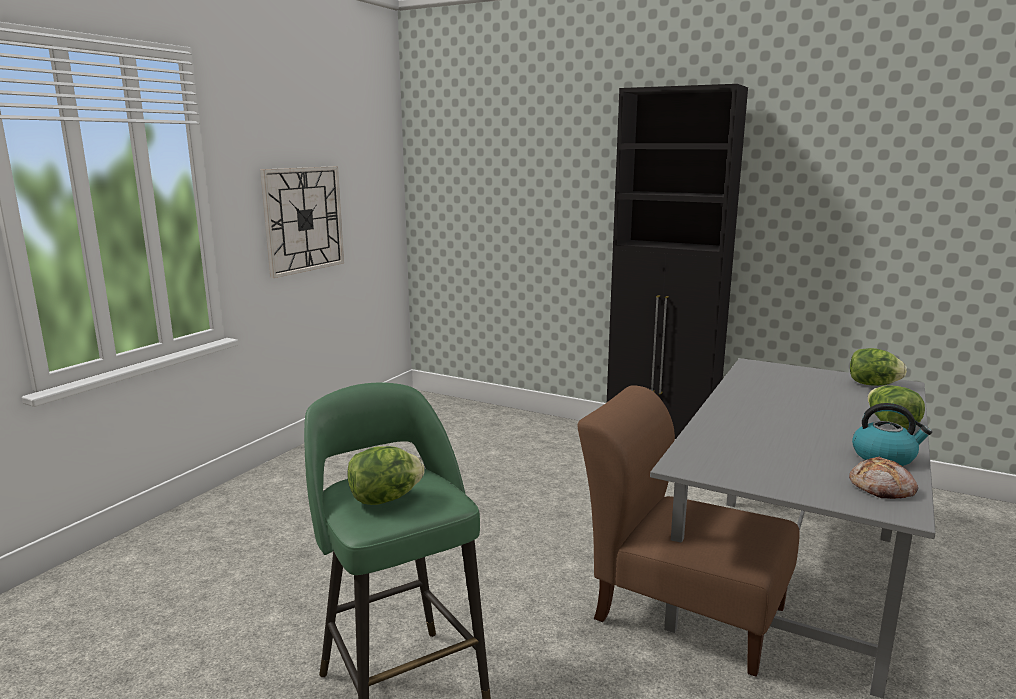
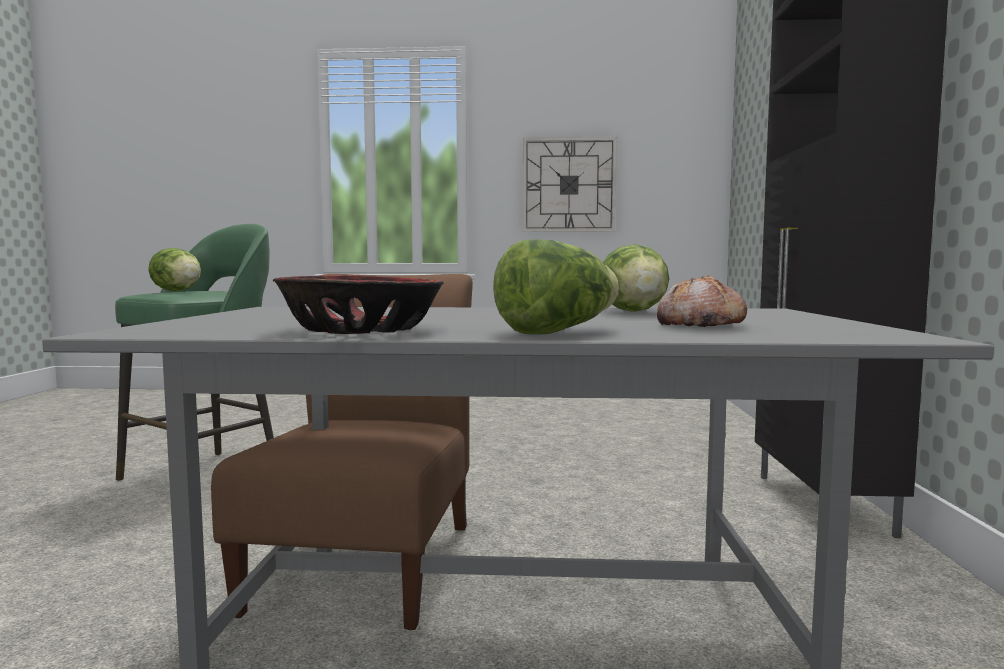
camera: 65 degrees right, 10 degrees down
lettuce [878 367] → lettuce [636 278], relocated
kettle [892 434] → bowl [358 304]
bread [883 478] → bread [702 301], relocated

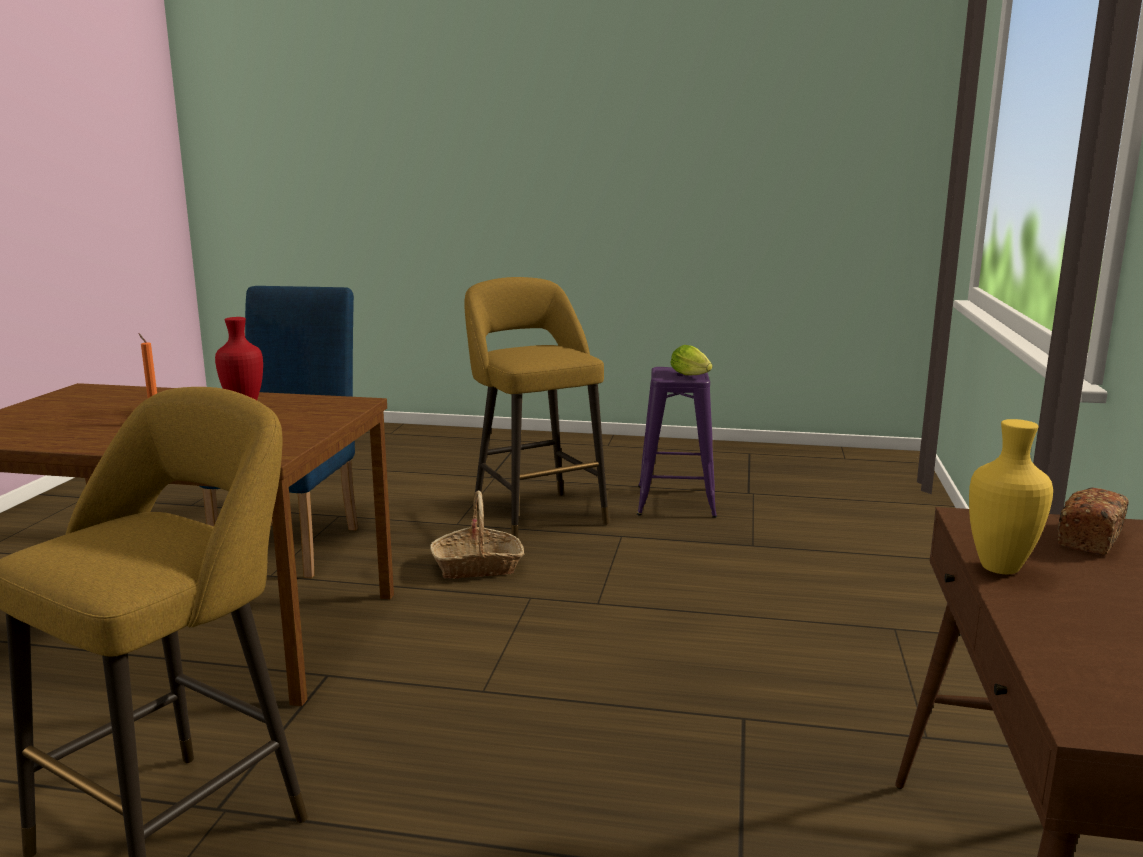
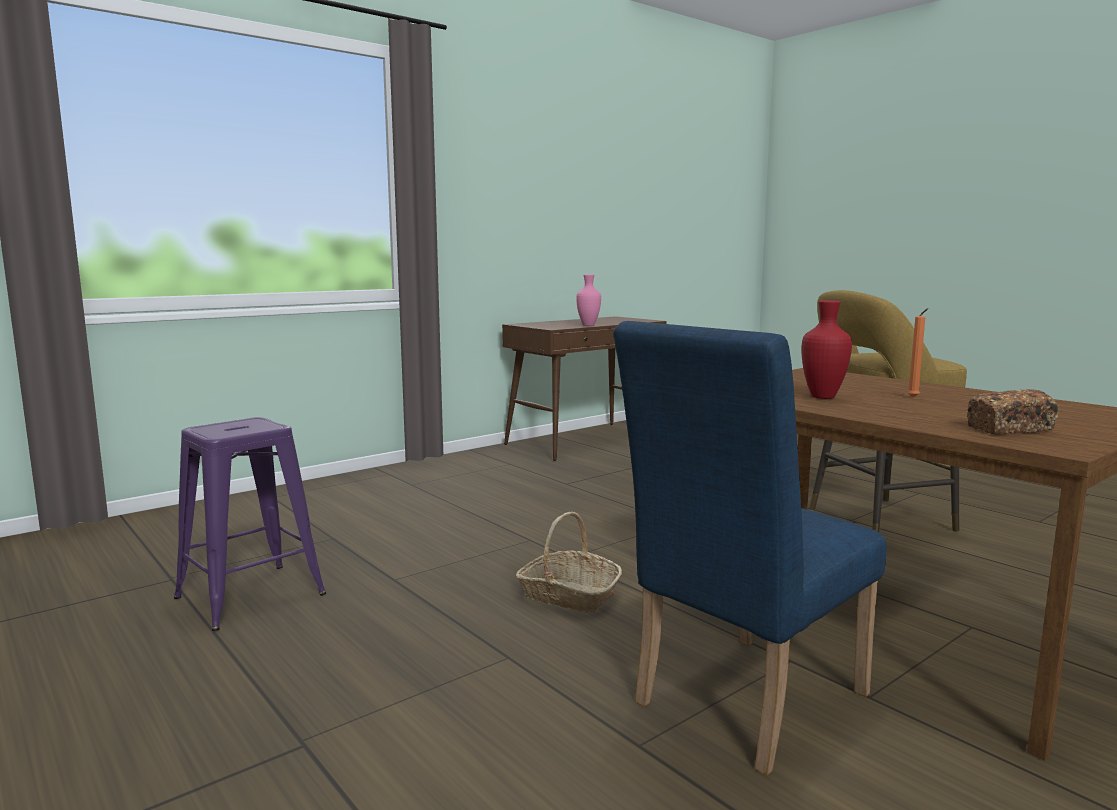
camera: 140 degrees left, 5 degrees down
yellow stool [536 407] → -
lettuce [691 360] → -
yellow vase [1011 496] → pink vase [588 300]
bread [1093 521] → bread [1013 412], relocated

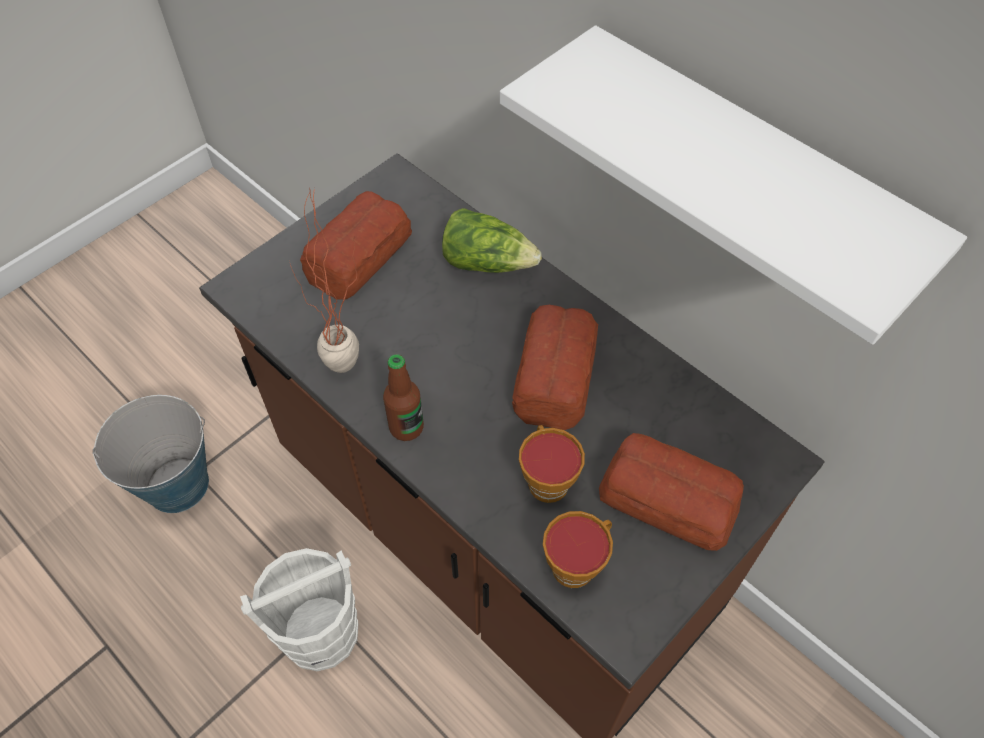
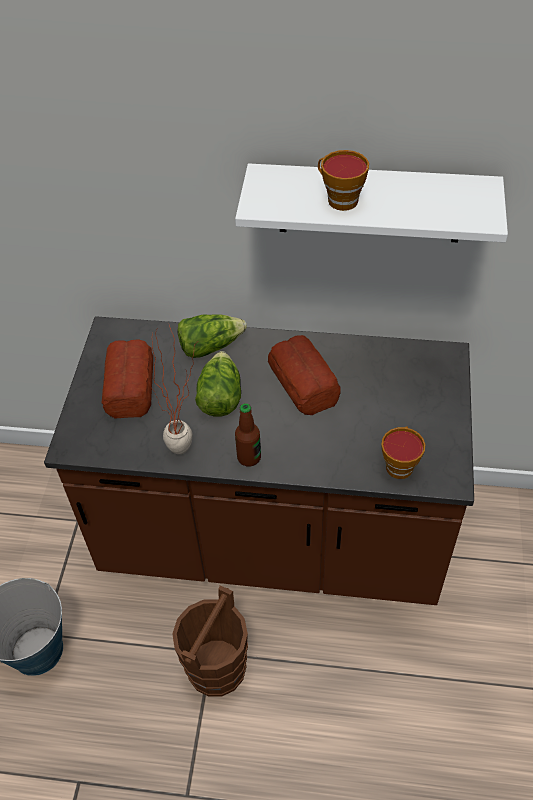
camera: 35 degrees left, 5 degrees down
cup [552 464] → cup [343 180], relocated
bread [671 492] → -
white bucket [299 609] → brown bucket [210 641]
- → lettuce [218 384]

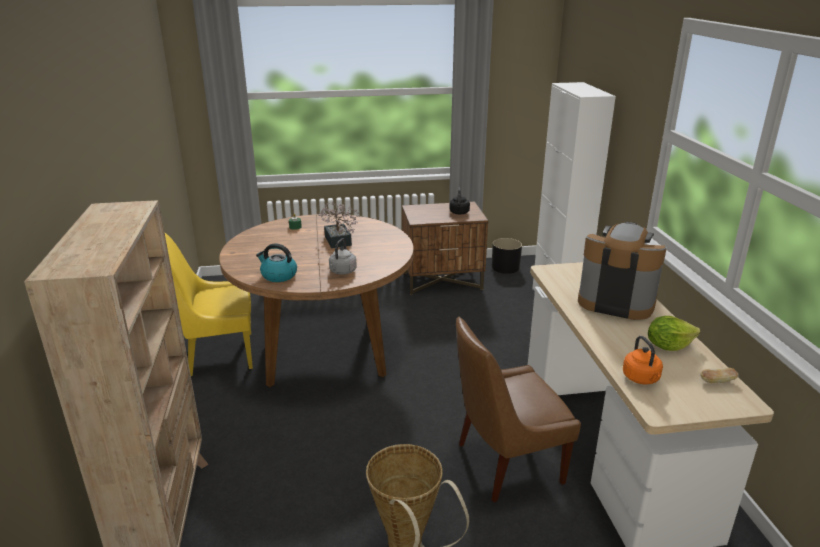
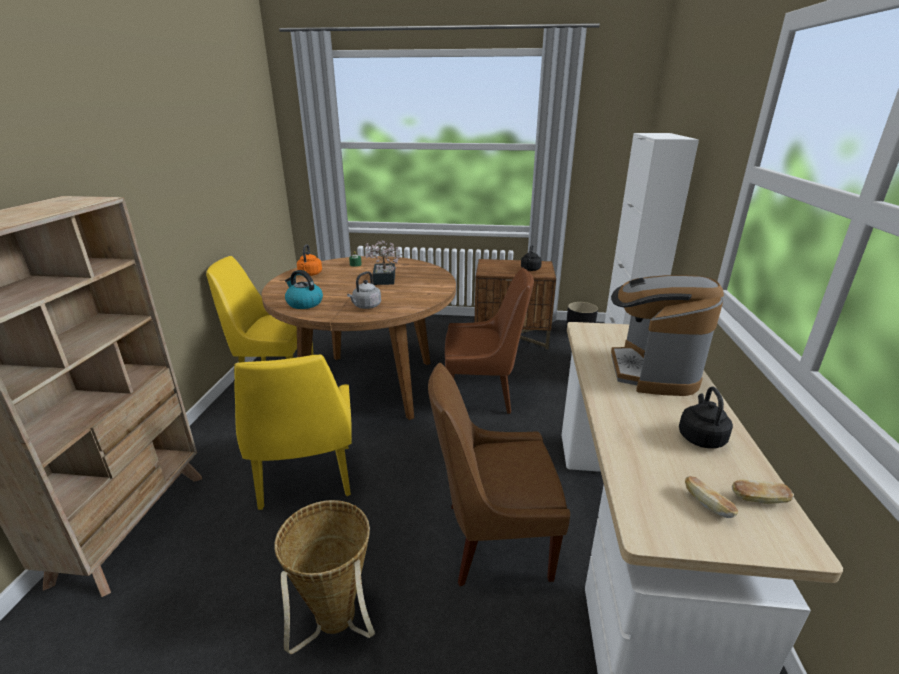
camera: 15 degrees right, 0 degrees up
coffee machine [622 271] → coffee machine [667 335], 120 degrees counterclockwise
lettuce [674 333] → black kettle [706 417]
orange kettle [643 360] → orange kettle [309 260], relocated
- → brown chair [489 341]
- → yellow chair [293 432]
- → bread [711 497]

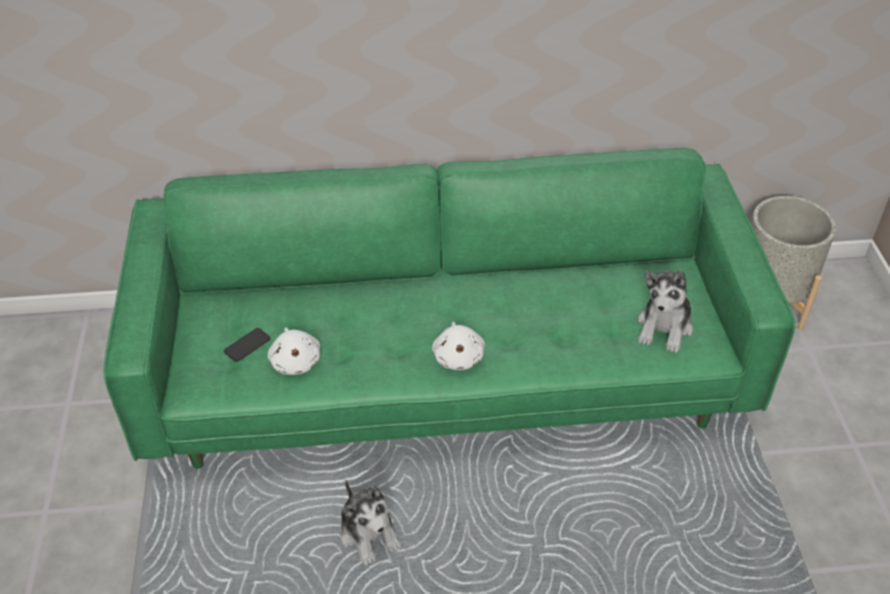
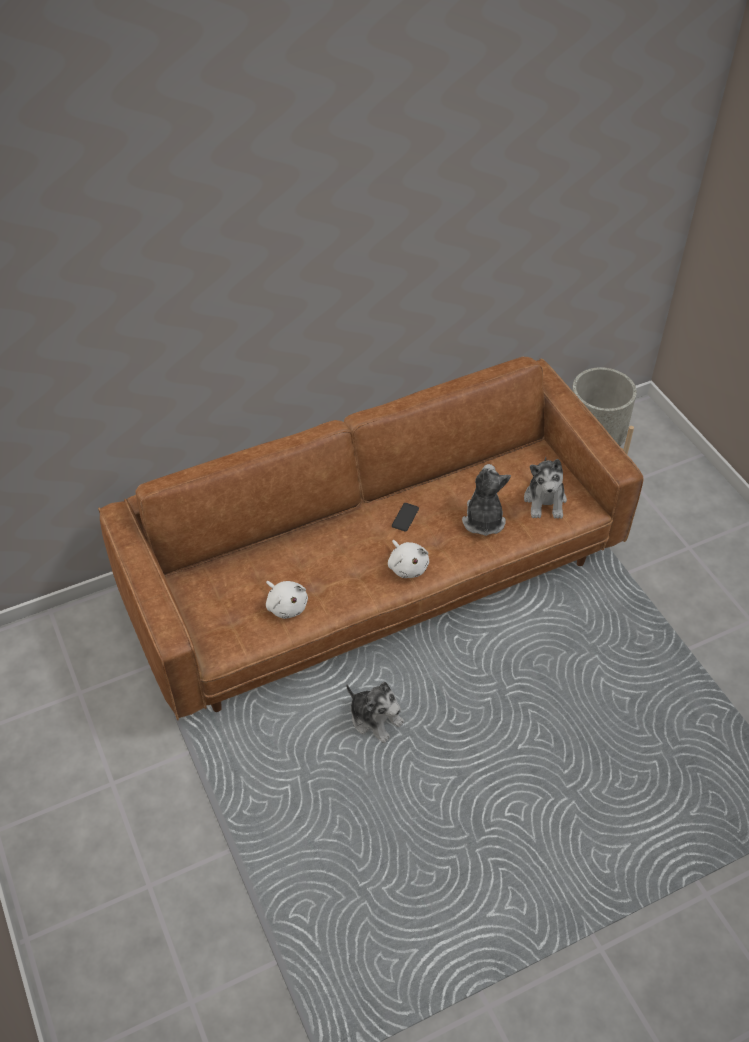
camera: 20 degrees left, 5 degrees up
green sofa [450 308] → brown sofa [370 538]
phone [247 345] → phone [405 517], relocated
- → plush toy [486 500]

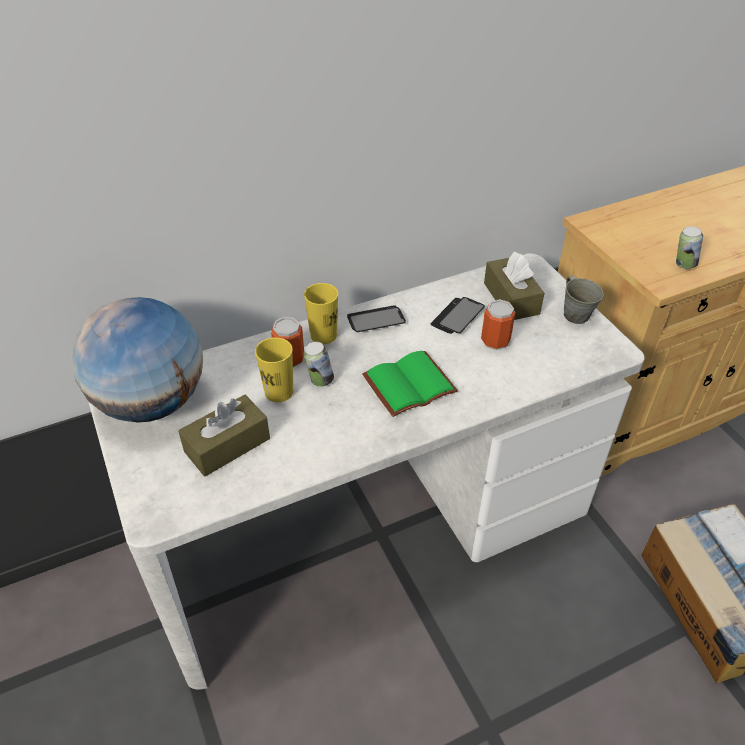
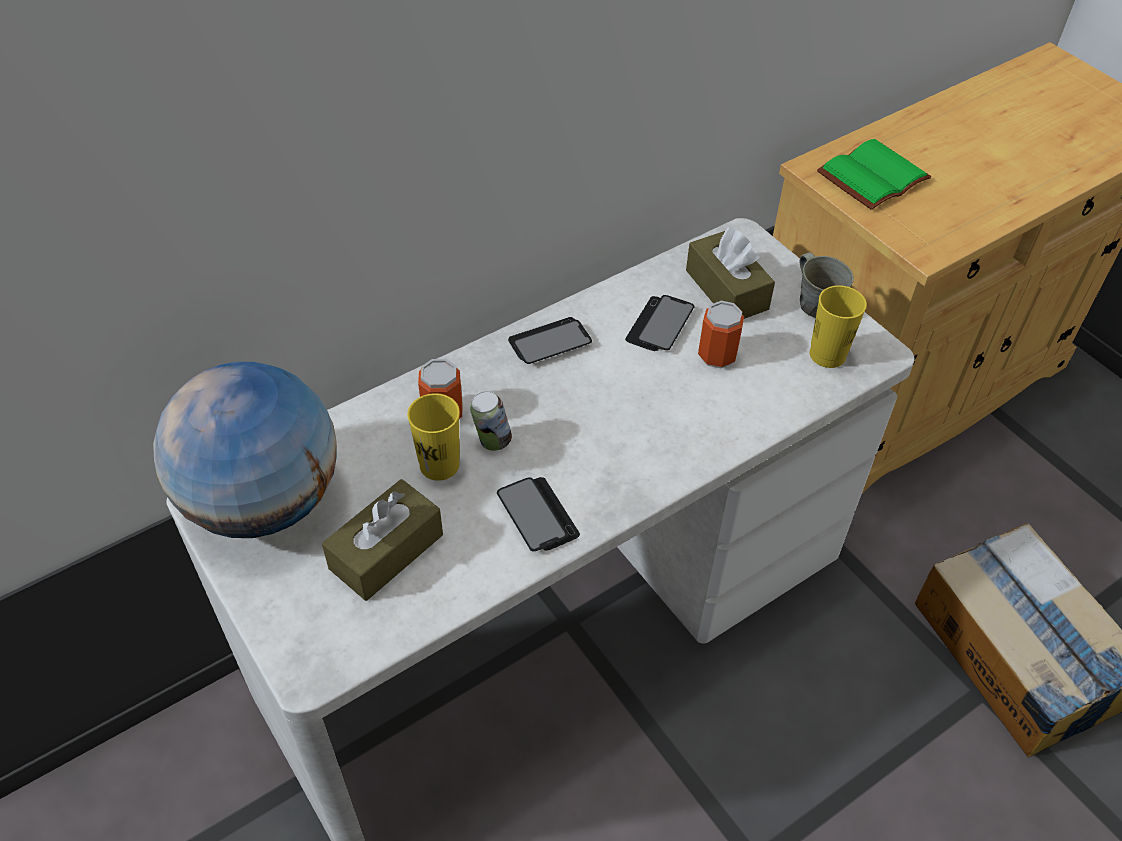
camera: 10 degrees left, 5 degrees up
can [689 247] → -
yellow cup [321 313] → yellow cup [838 326], relocated
green book [410 384] → green book [874 174], relocated
- → phone [538 514]

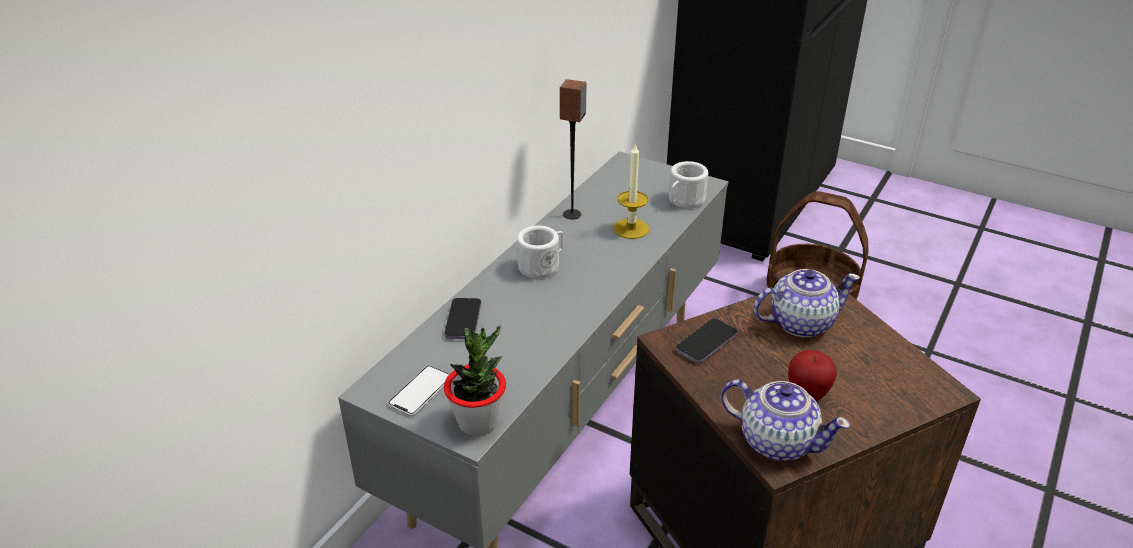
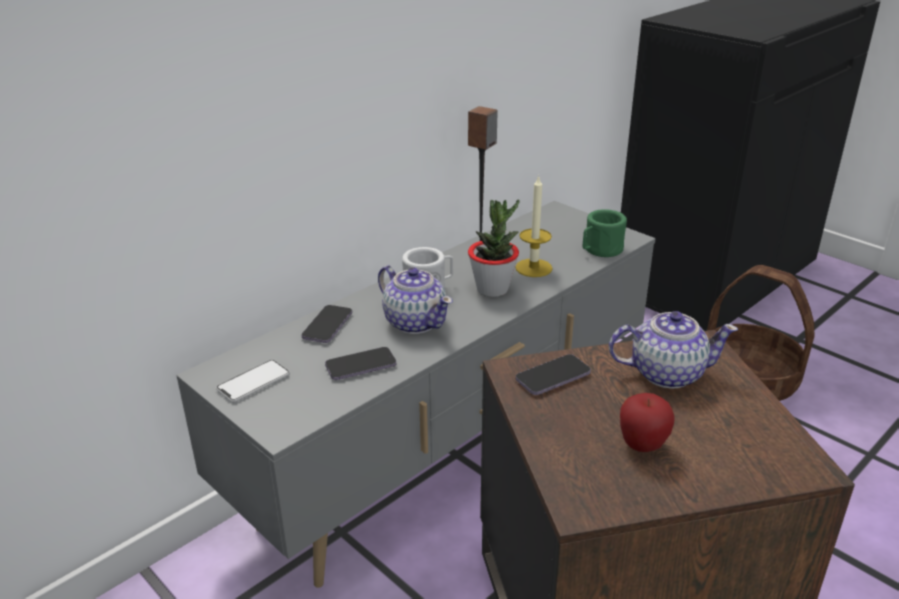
camera: 15 degrees right, 5 degrees down
white mug [688 184] → green mug [604 233]
potted plant [475 381] → potted plant [494 248], relocated
teapot [785 420] → teapot [415 299], relocated
- → phone [360 363]

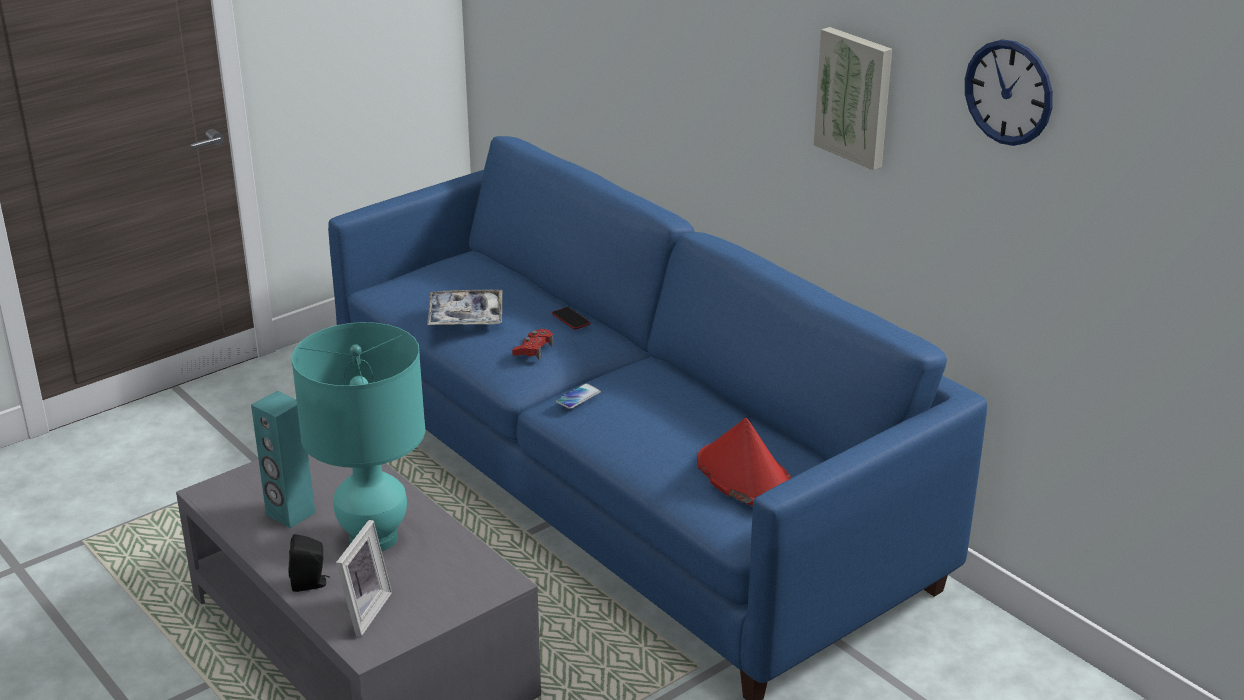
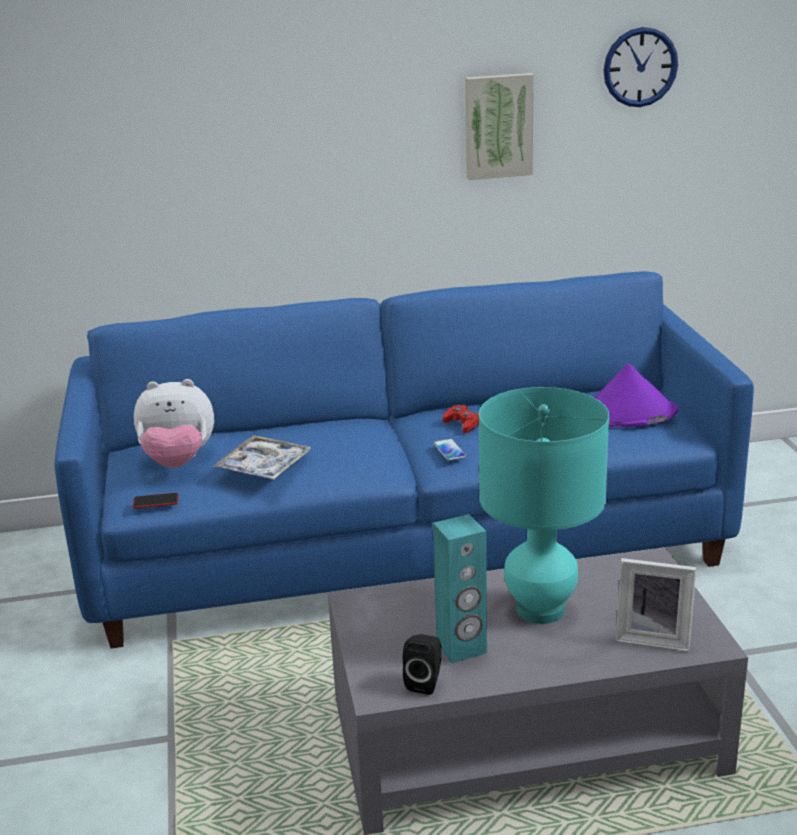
camera: 60 degrees left, 5 degrees down
phone [571 318] → phone [156 500], relocated
red game controller [533 344] → red game controller [461 419], relocated
red hat [744 462] → purple hat [636 395]
picture frame [364 578] → picture frame [656 605], 150 degrees clockwise
black speaker [309 563] → black speaker [422 664], relocated
- → plush toy [174 423]

